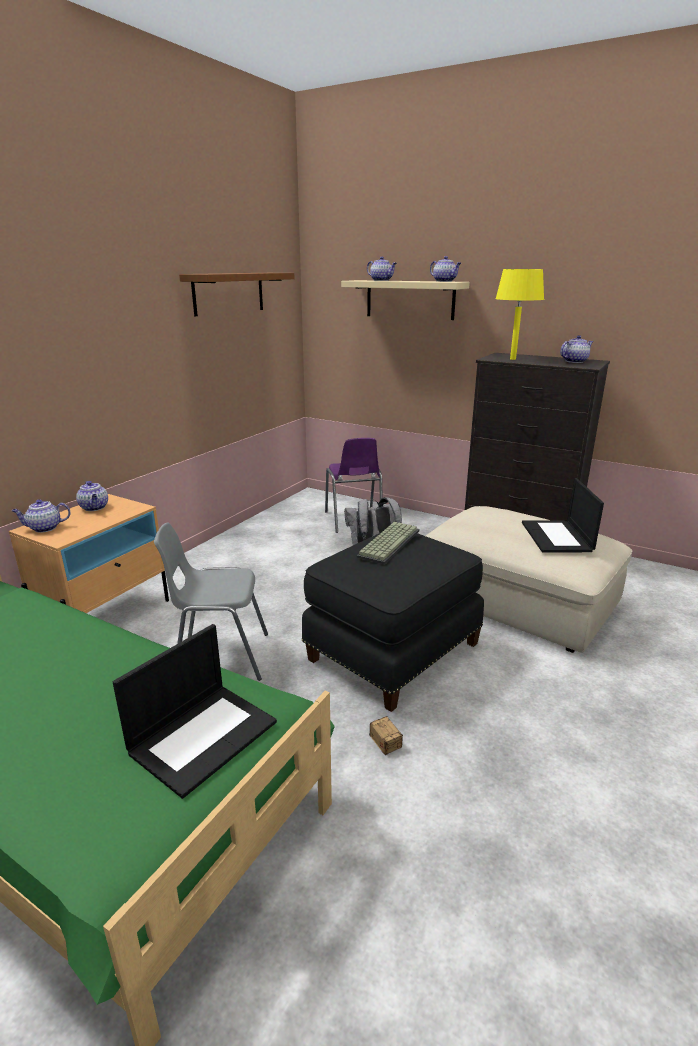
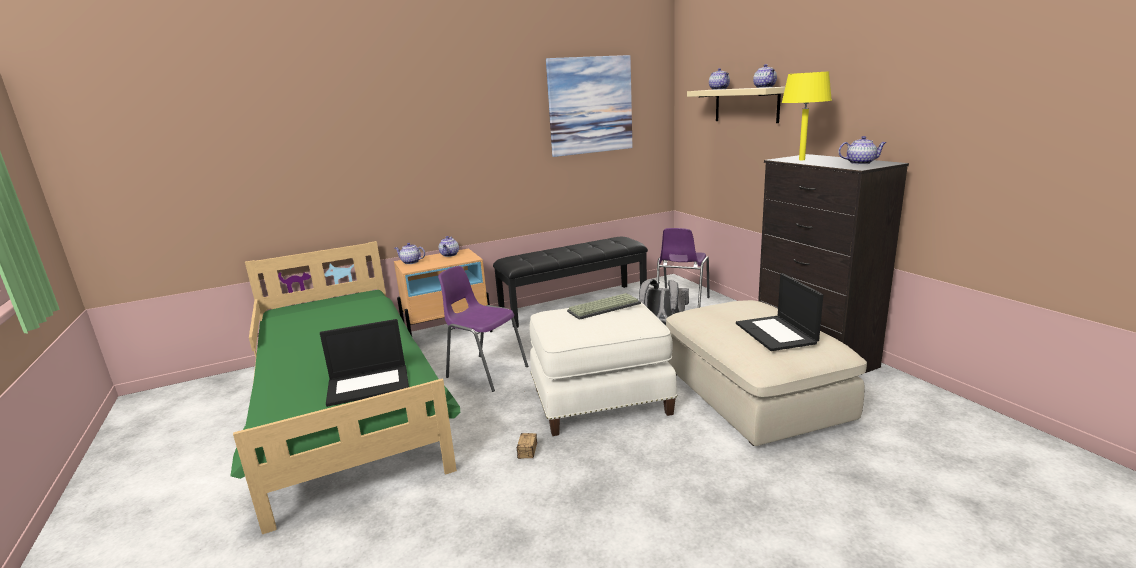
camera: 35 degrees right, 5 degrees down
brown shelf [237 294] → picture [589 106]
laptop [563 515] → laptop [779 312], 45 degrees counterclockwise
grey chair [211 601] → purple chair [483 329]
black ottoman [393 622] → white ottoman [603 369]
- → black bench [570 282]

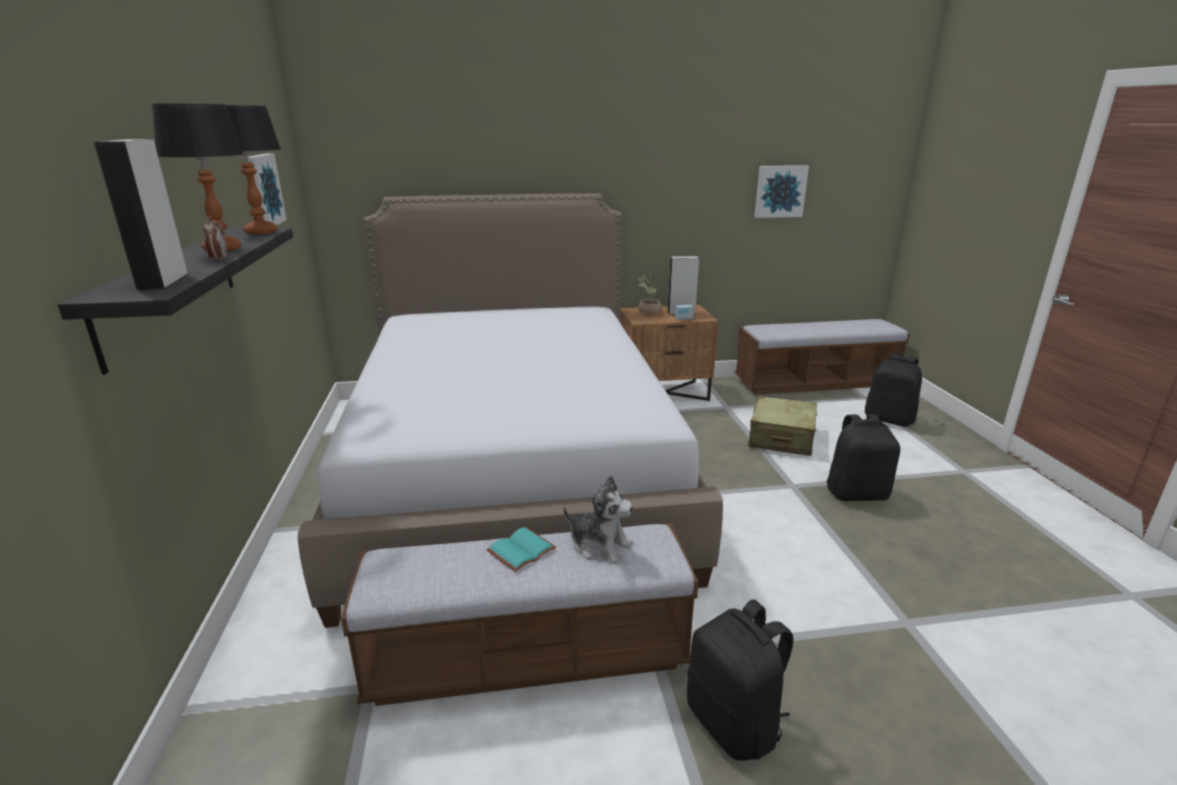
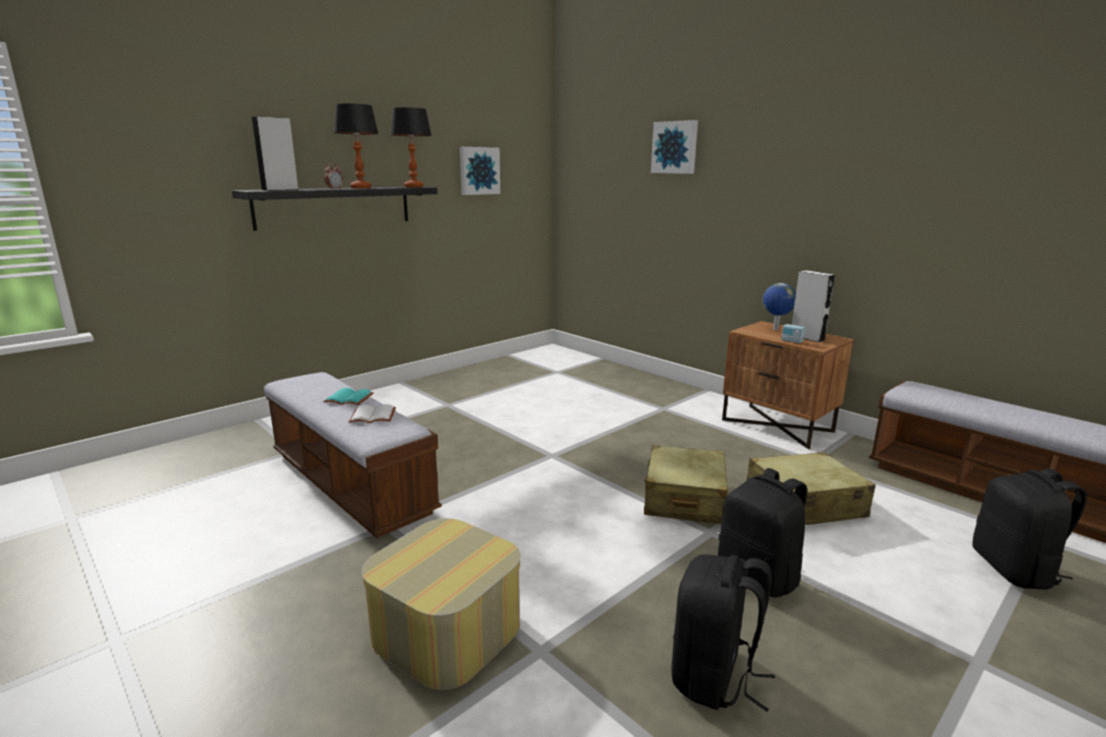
camera: 55 degrees right, 5 degrees down
picture [781 191] → picture [674 147], relocated
bed [510 410] → -
potted plant [650 294] → globe [779 306]
plush toy [598 519] → white book [372 413]
black backpack [740 680] → black backpack [723 633], relocated
- → beige suitcase [686 484]
- → ottoman [441 604]

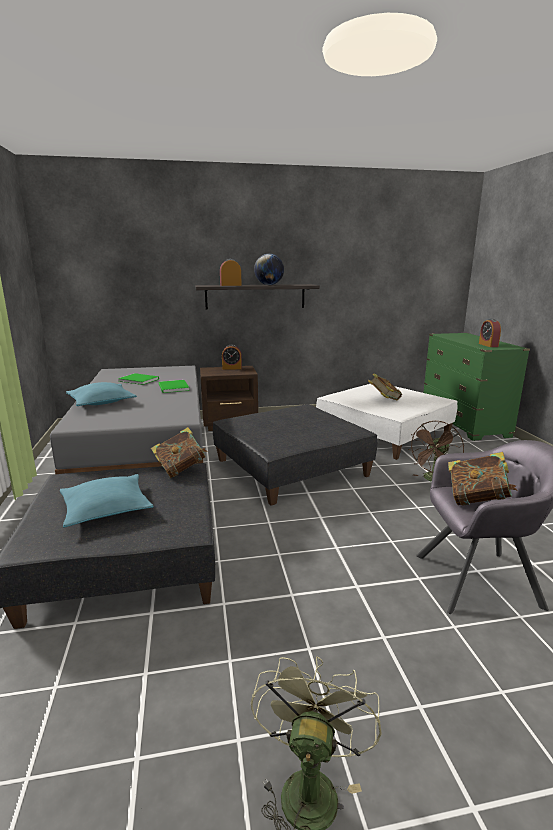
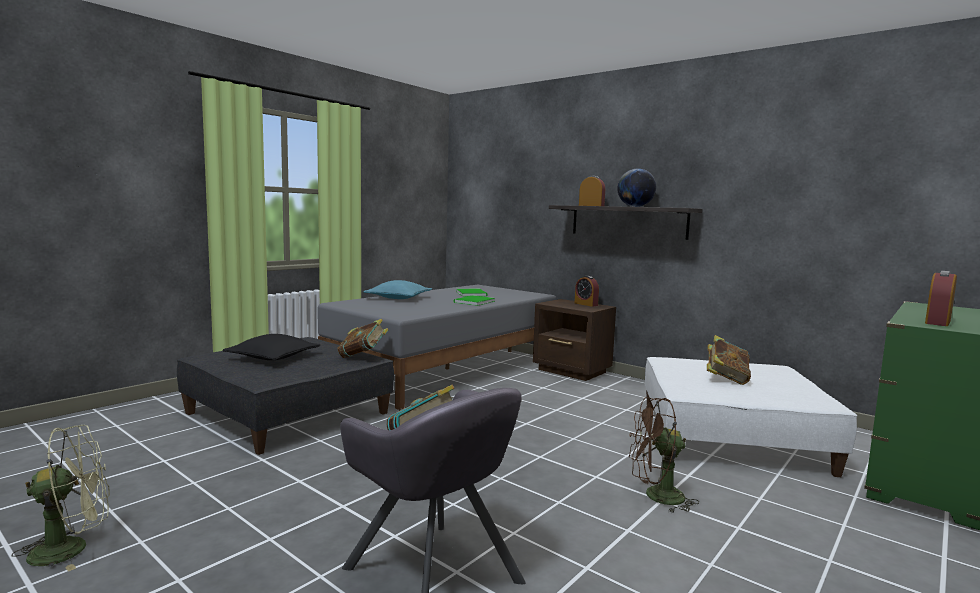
camera: 50 degrees right, 10 degrees down
grey ottoman [295 455] → -
turquoise pillow [107 501] → black pillow [271 347]

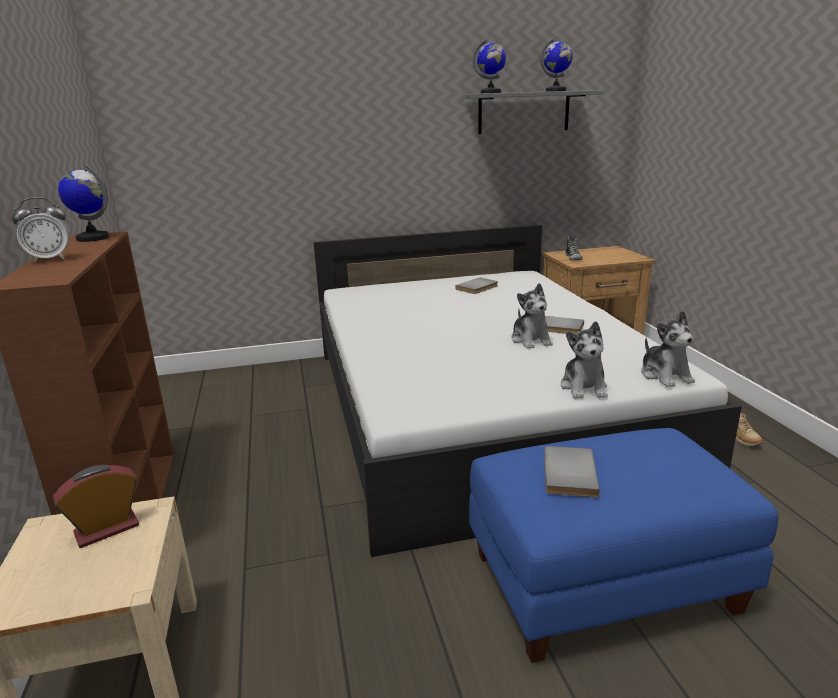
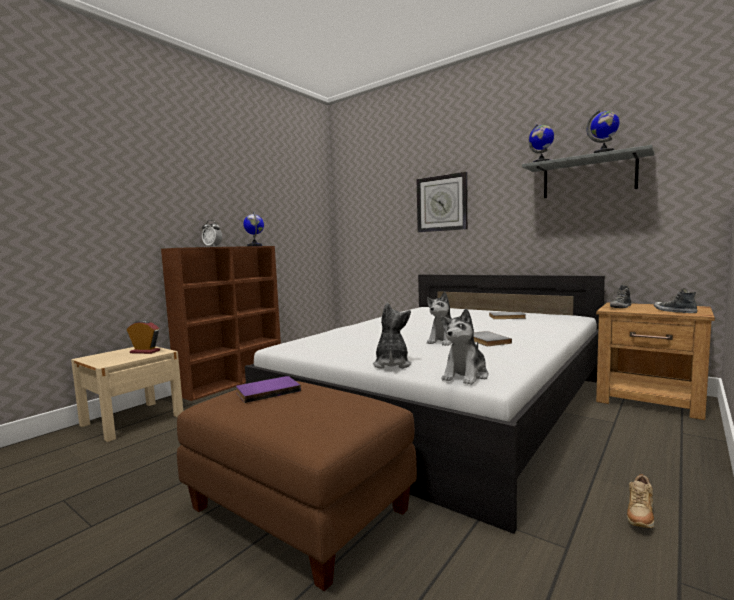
camera: 50 degrees right, 15 degrees down
plush toy [584 360] → plush toy [392 336], 135 degrees clockwise
blue ottoman [623 545] → brown ottoman [297 486]
grey book [571 472] → purple book [268 389]
- → wall clock [442 202]
- → shoe [675 300]

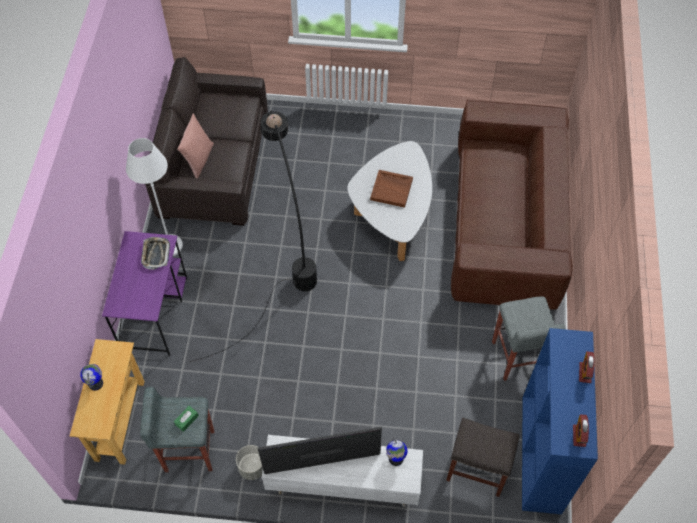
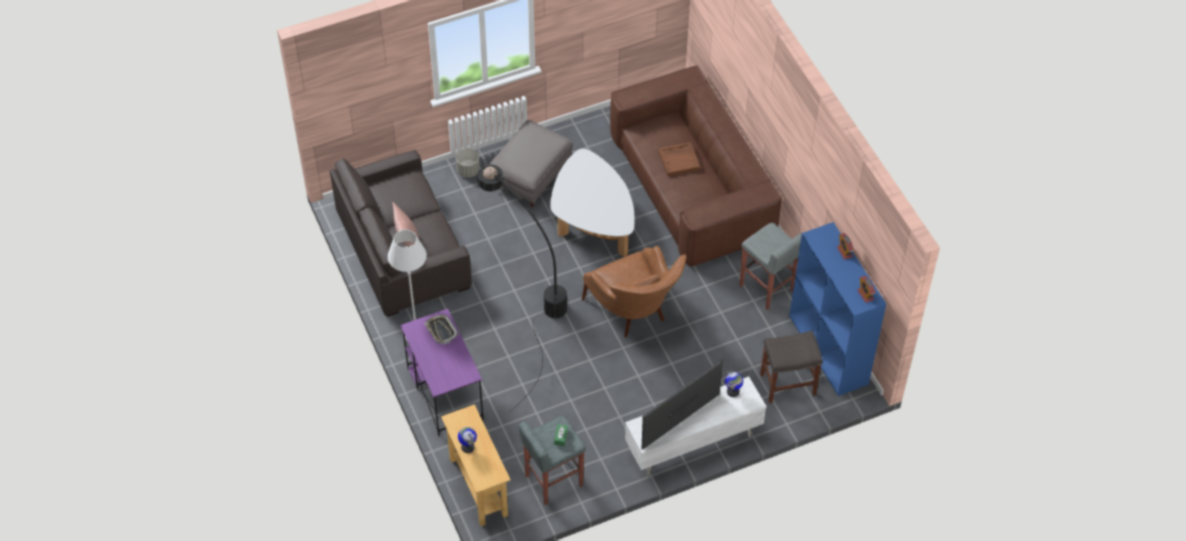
camera: 30 degrees left, 5 degrees down
brown tray [391 189] → brown tray [679 159], relocated
grey planter [249 462] → grey planter [468 163], relocated
- → grey ottoman [531 163]
- → brown armchair [634 292]

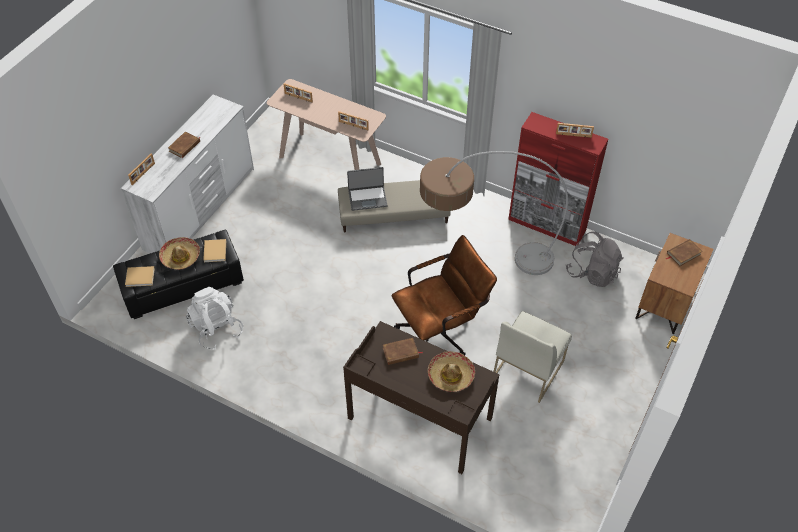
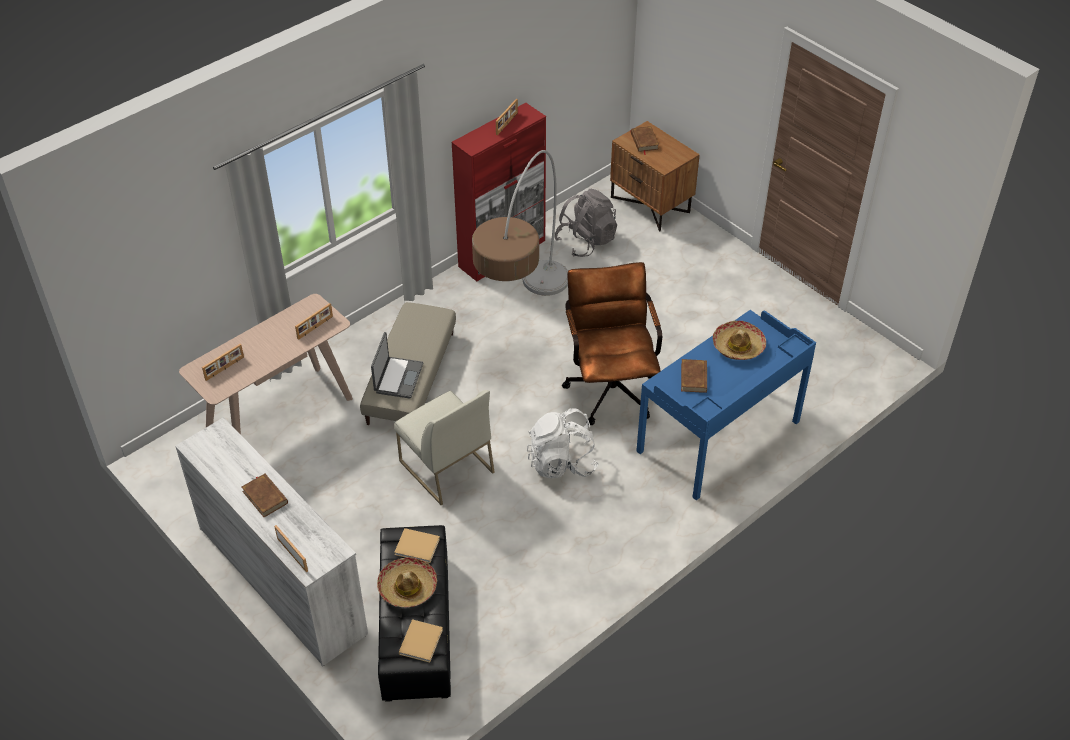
camera: 70 degrees left, 5 degrees down
white backpack [214 318] → white backpack [563 443], relocated
white chair [532 357] → white chair [444 447], relocated
brown desk [421 397] → blue desk [726 405]

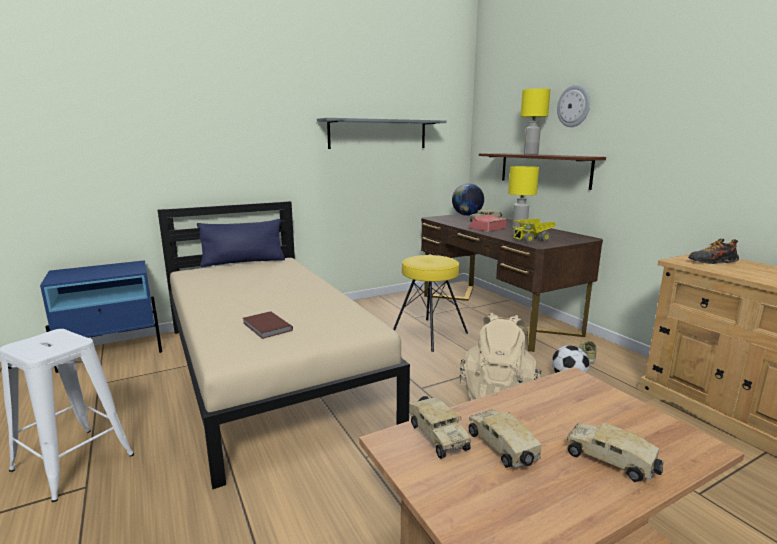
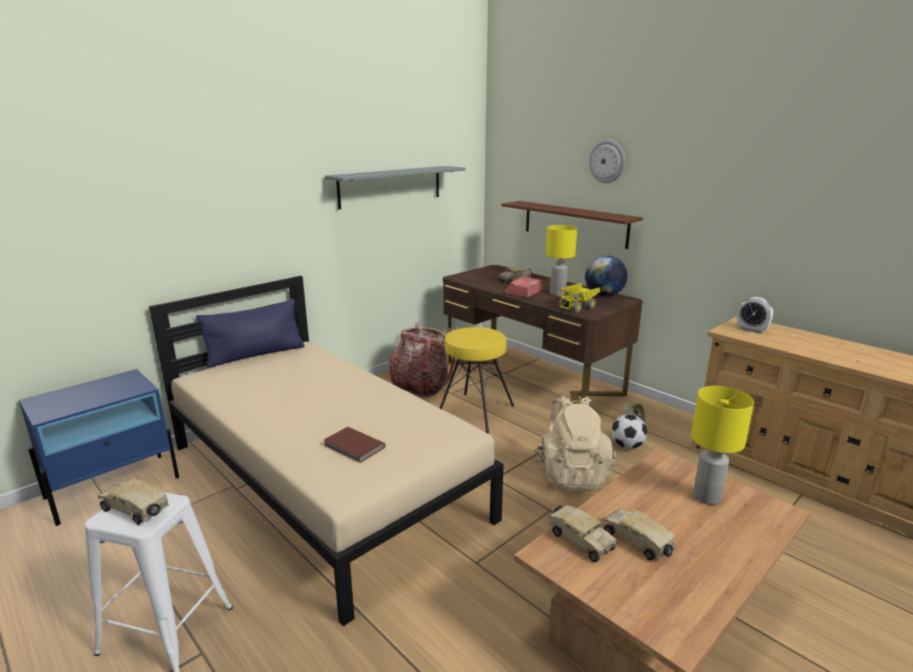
camera: 15 degrees left, 5 degrees up
yellow table lamp [535 121] → yellow table lamp [722 445], relocated
globe [468 199] → globe [606 276], relocated
shoe [713 251] → alarm clock [755 315]
toy truck [615 452] → toy truck [133 501], relocated
- → backpack [422 360]

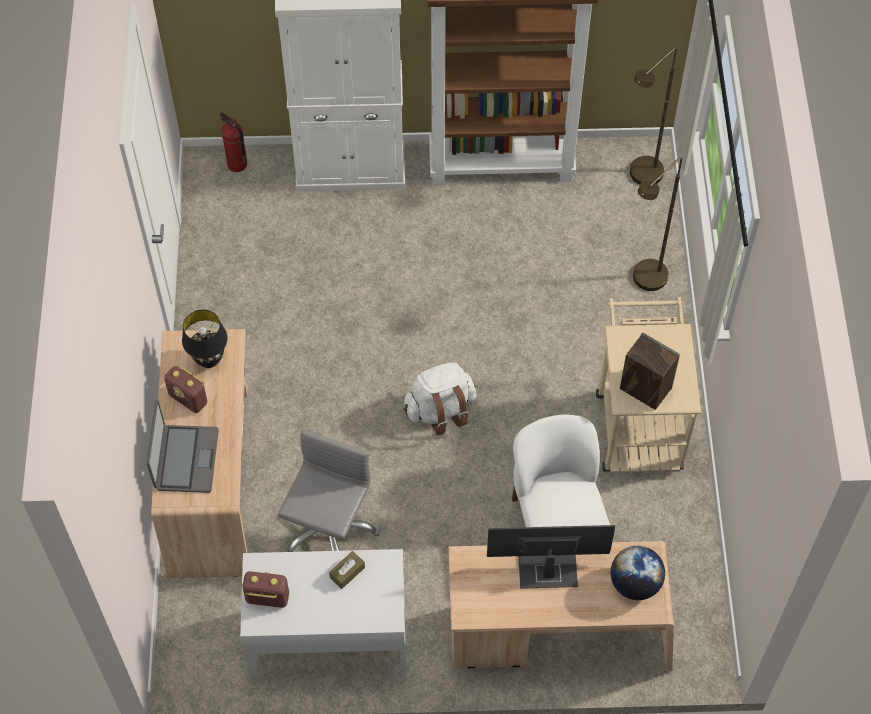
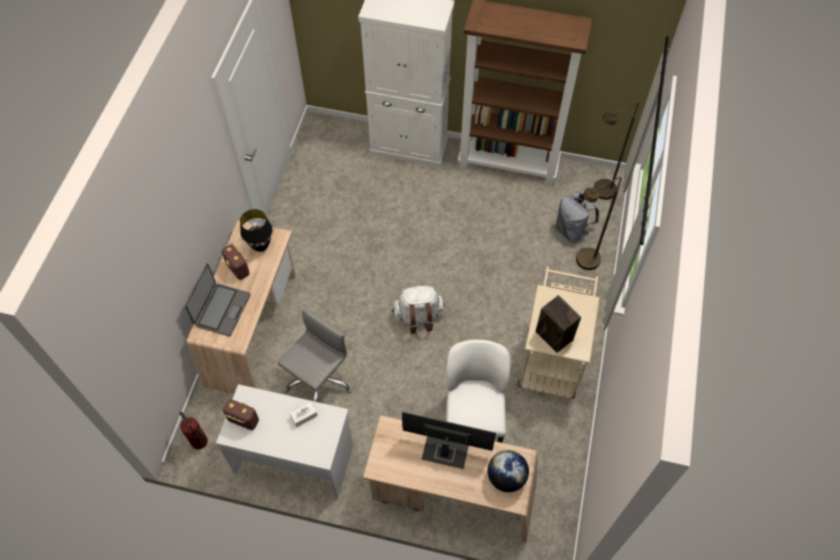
camera: 15 degrees right, 0 degrees up
fire extinguisher [233 142] → fire extinguisher [193 430], relocated
brown tissue box [347 570] → white tissue box [304 414]
- → grey backpack [577 217]

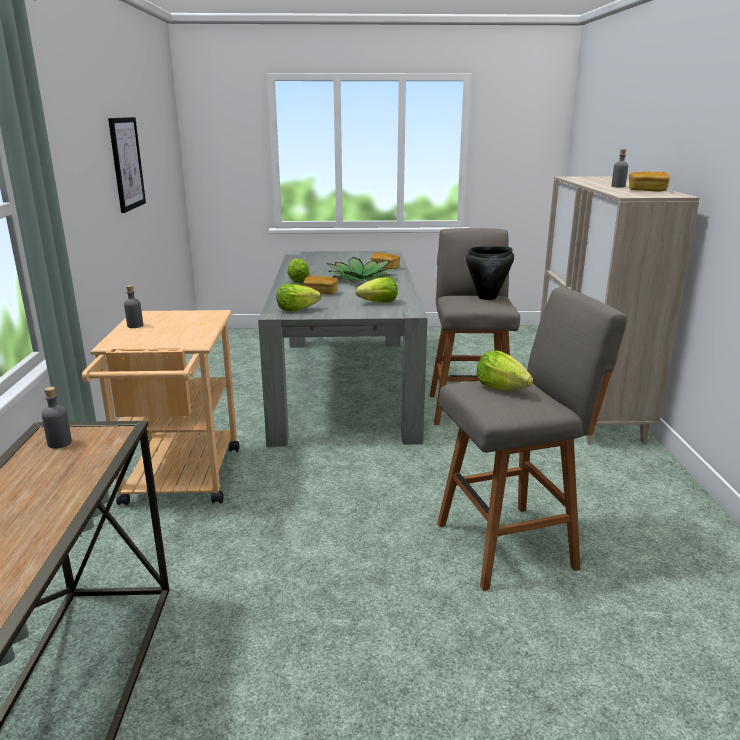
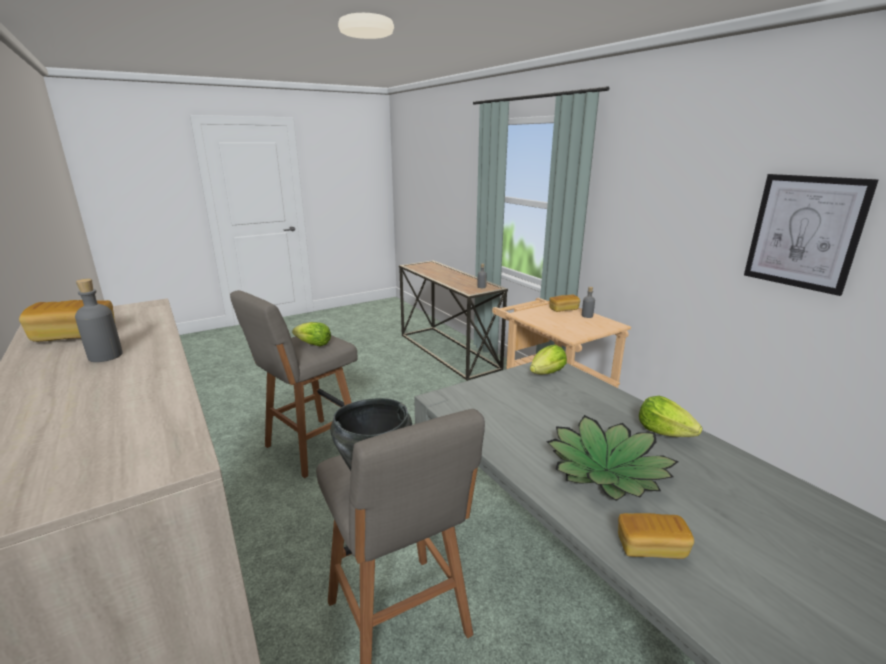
camera: 150 degrees right, 0 degrees up
bread [321 285] → bread [564 303], relocated
lettuce [376 290] → -

